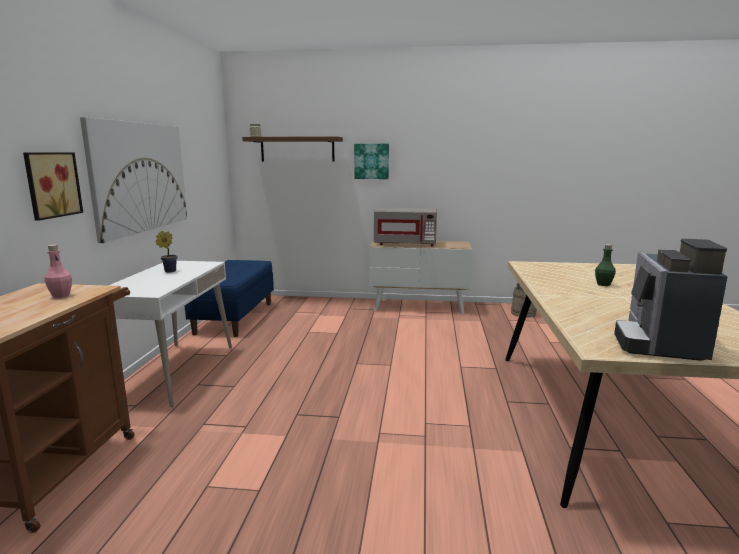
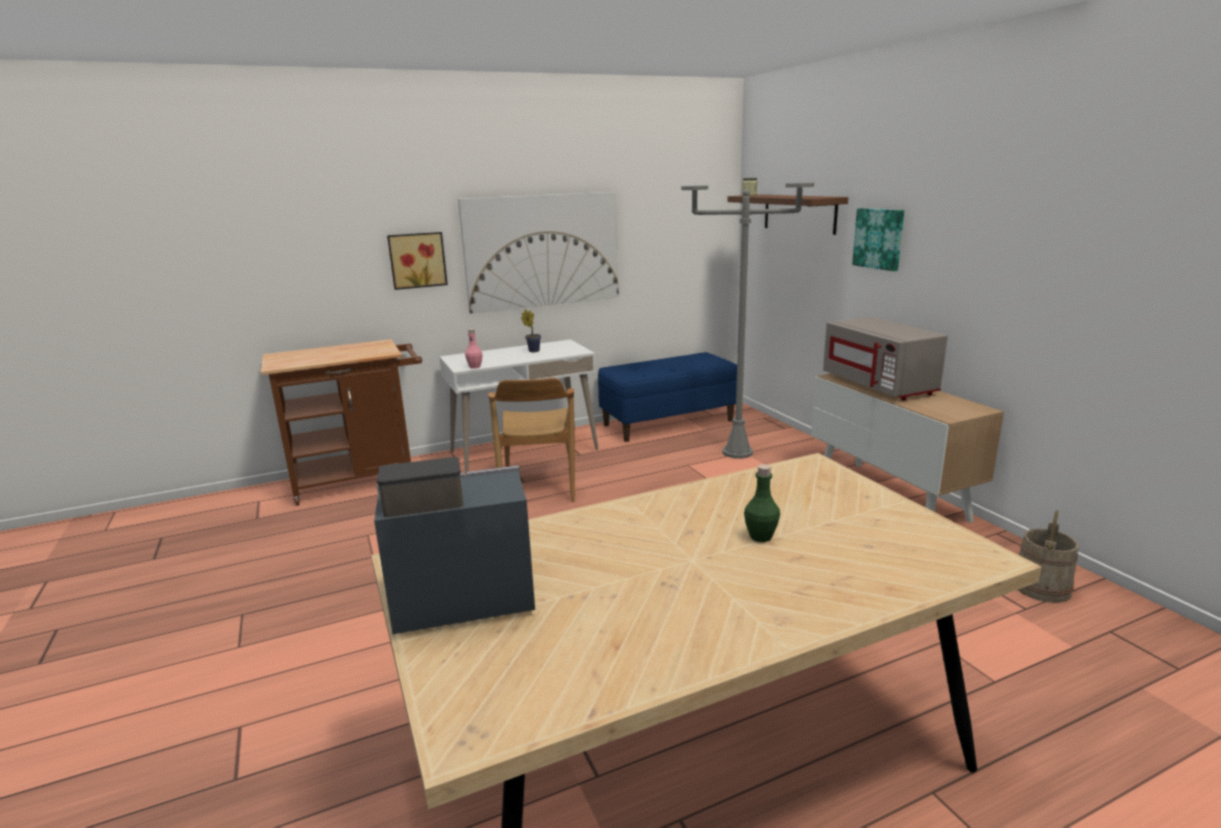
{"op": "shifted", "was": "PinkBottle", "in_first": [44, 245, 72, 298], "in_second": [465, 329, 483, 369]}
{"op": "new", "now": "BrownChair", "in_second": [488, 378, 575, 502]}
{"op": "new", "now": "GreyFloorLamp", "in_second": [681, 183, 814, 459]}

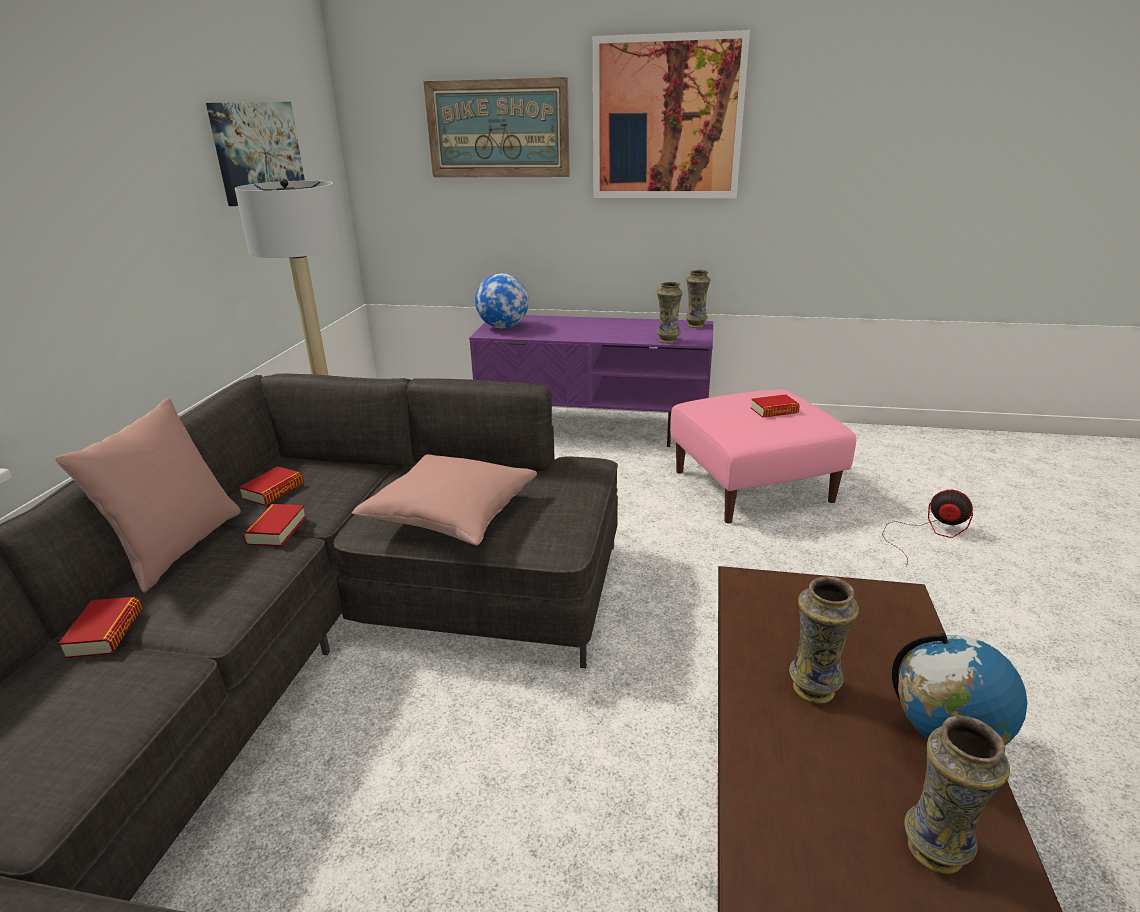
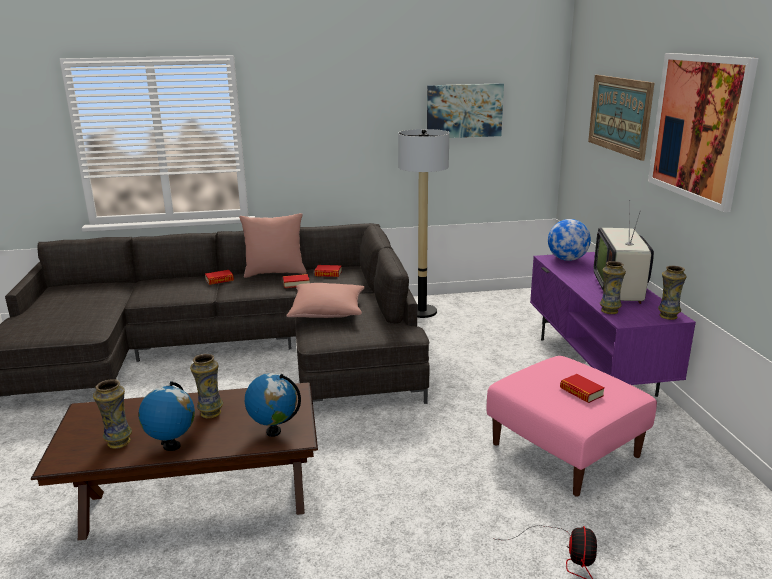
{"op": "new", "now": "Globe", "in_second": [245, 373, 301, 437]}
{"op": "new", "now": "Television", "in_second": [594, 200, 654, 304]}

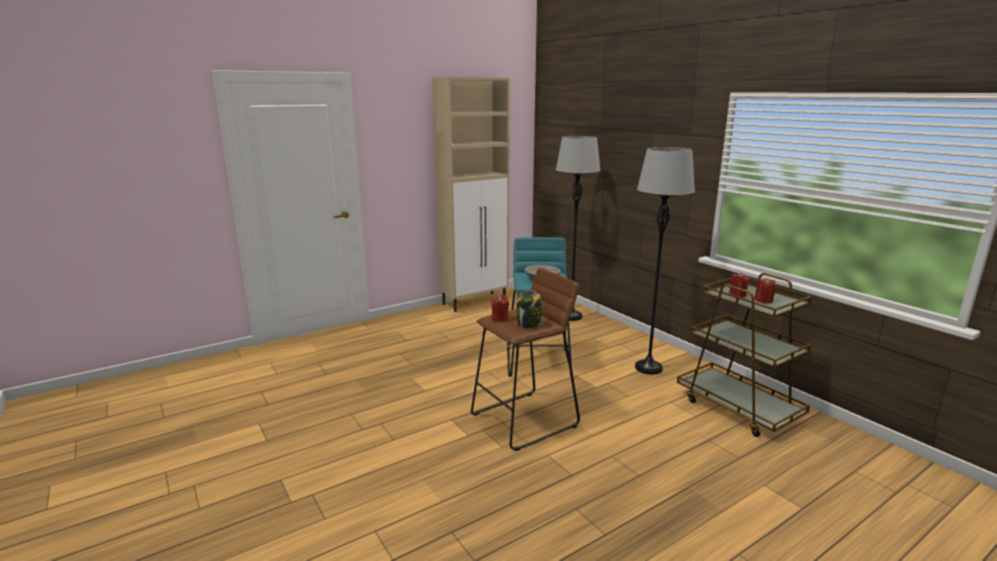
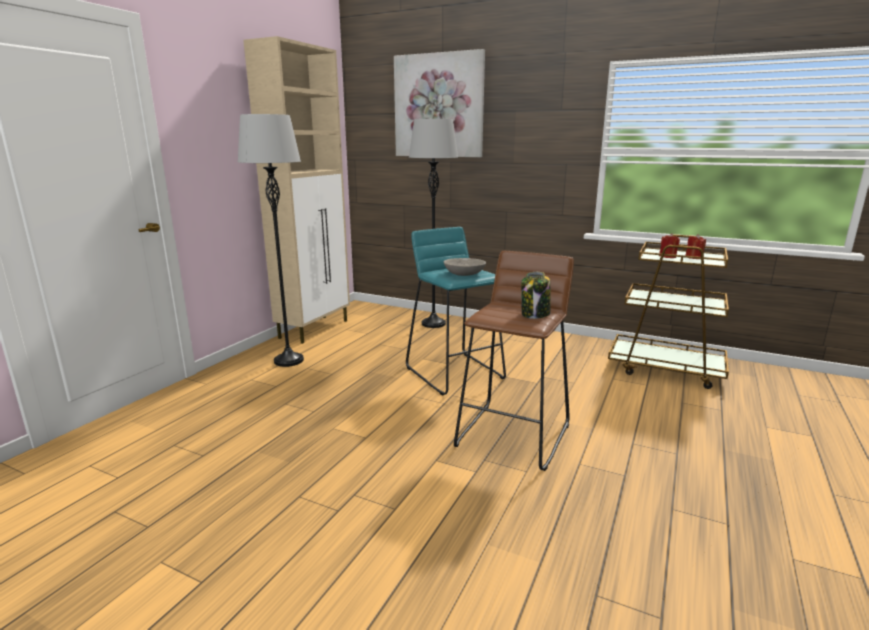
{"op": "gone", "was": "RedCandle", "in_first": [491, 295, 509, 322]}
{"op": "shifted", "was": "GreyFloorLamp", "in_first": [635, 147, 695, 375], "in_second": [238, 114, 304, 367]}
{"op": "new", "now": "Picture", "in_second": [394, 49, 485, 157]}

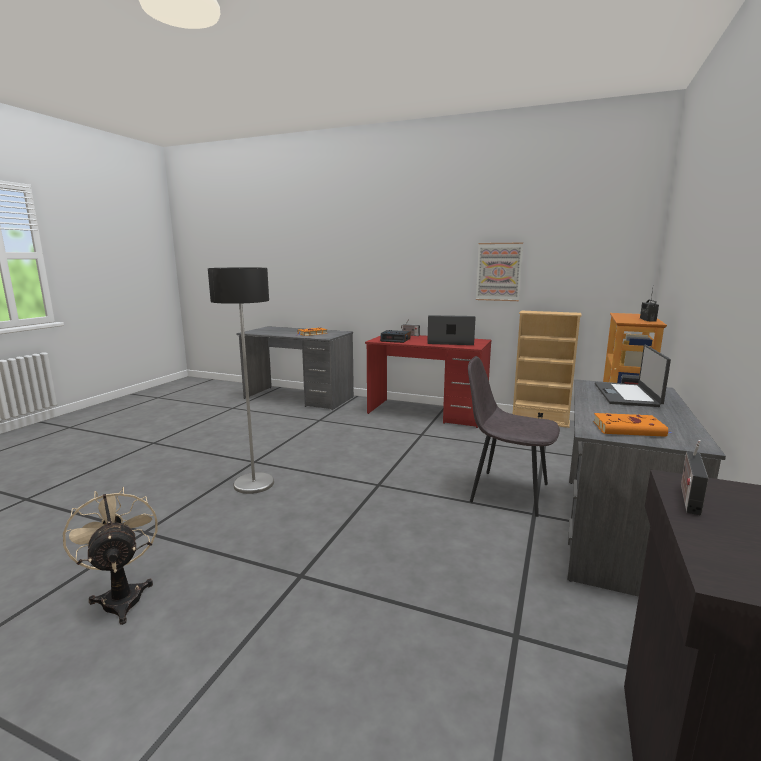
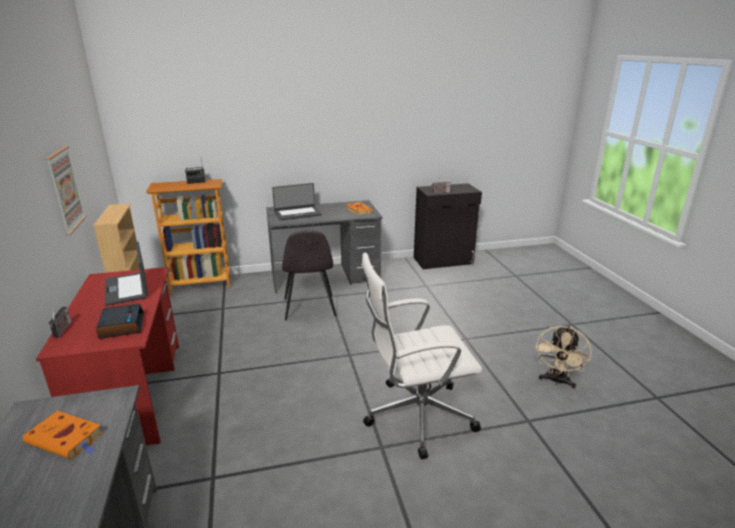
{"op": "swapped", "was": "FloorLamp", "now": "WhiteOfficeChair", "in_first": [208, 267, 274, 494], "in_second": [362, 253, 482, 459]}

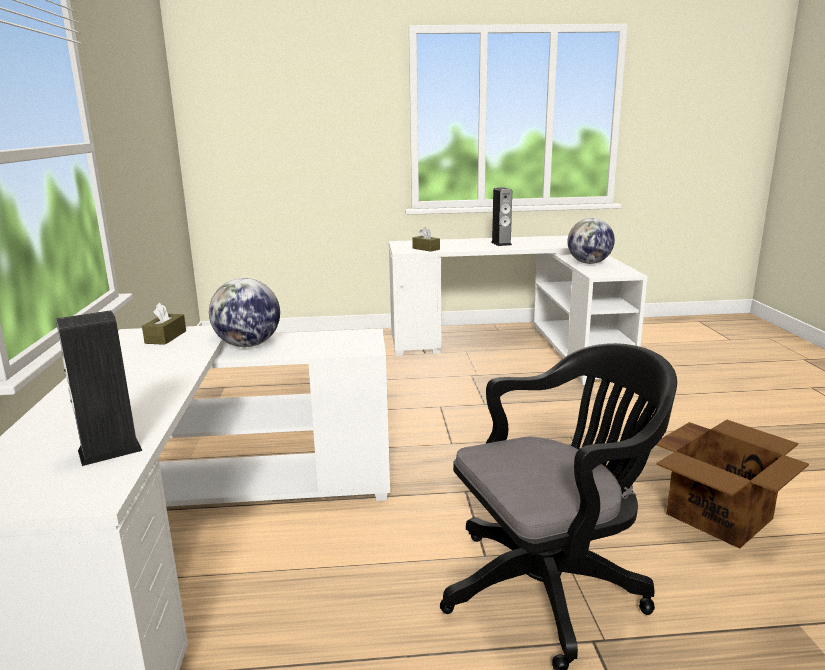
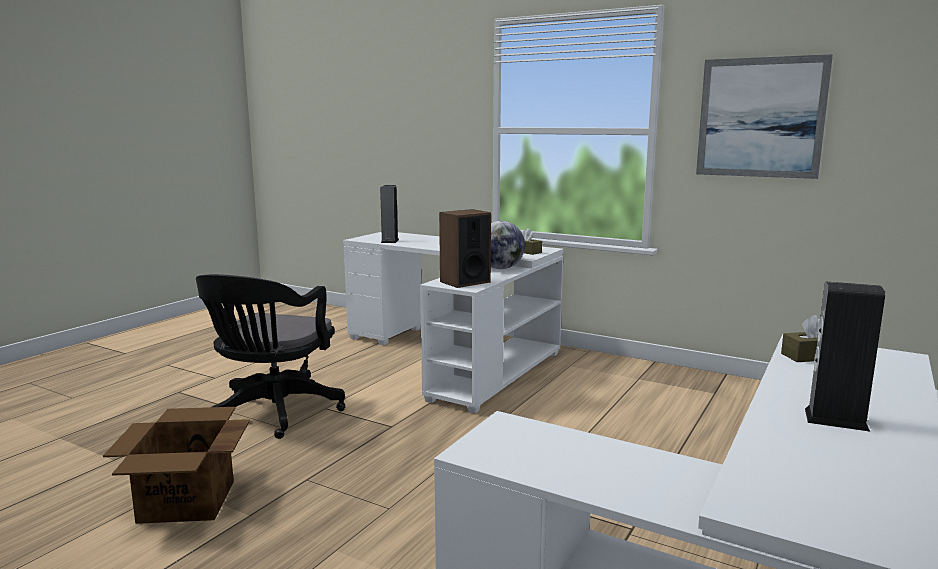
{"op": "gone", "was": "Globe", "in_first": [568, 218, 615, 264]}
{"op": "new", "now": "Speaker", "in_second": [439, 209, 491, 288]}
{"op": "new", "now": "Picture", "in_second": [696, 54, 833, 179]}

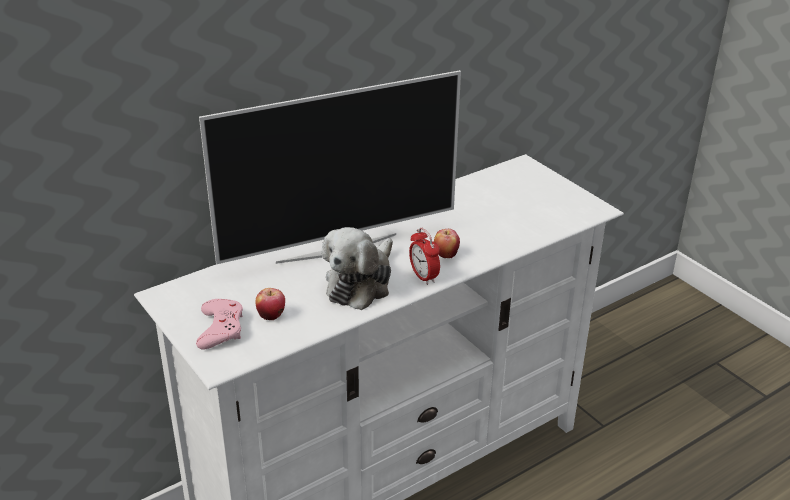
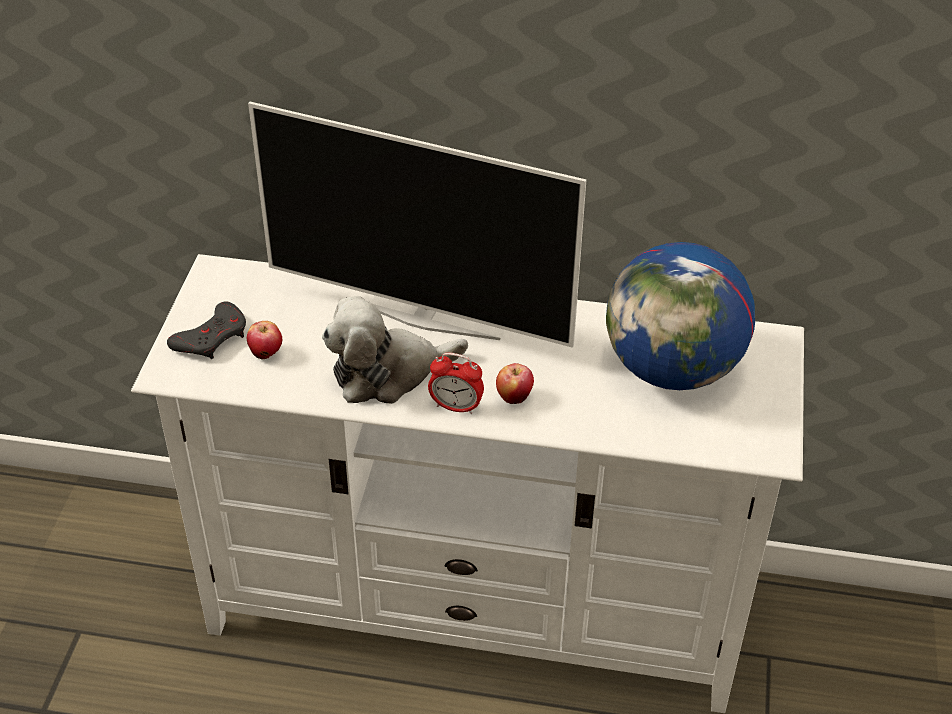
{"op": "repainted", "was": "PinkGameController", "now": "GreyGameController", "in_first": [196, 299, 243, 350], "in_second": [167, 301, 246, 359]}
{"op": "rotated", "was": "AlarmClock", "in_first": [409, 228, 440, 285], "in_second": [428, 353, 484, 414], "clockwise": -90}
{"op": "new", "now": "Globe", "in_second": [606, 242, 755, 390]}

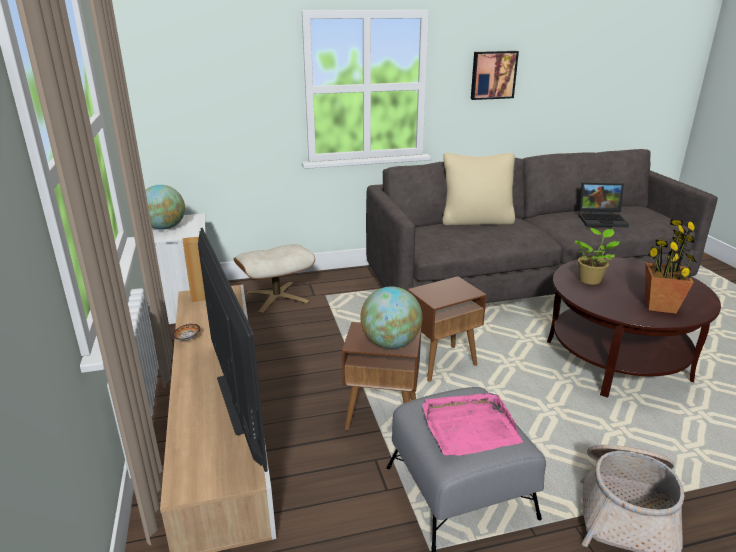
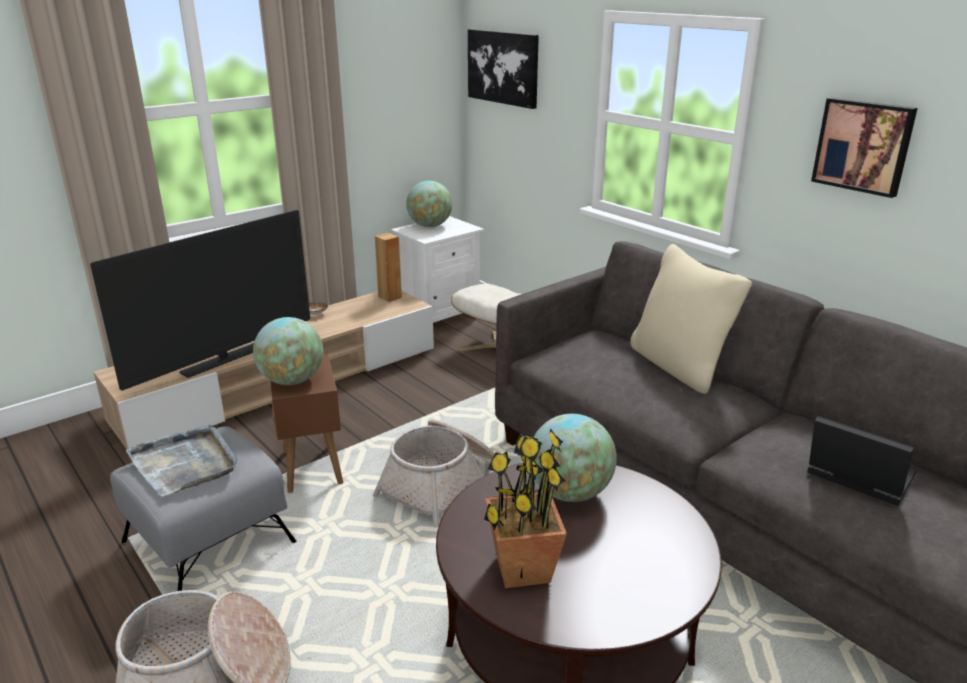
{"op": "swapped", "was": "BrownSideTable", "now": "Basket", "in_first": [407, 276, 487, 382], "in_second": [373, 419, 494, 528]}
{"op": "repainted", "was": "PinkTray", "now": "GreyTray", "in_first": [422, 393, 523, 456], "in_second": [126, 424, 238, 497]}
{"op": "swapped", "was": "PottedPlant", "now": "Globe", "in_first": [575, 228, 619, 285], "in_second": [533, 414, 617, 502]}
{"op": "rotated", "was": "Laptop", "in_first": [578, 183, 629, 227], "in_second": [807, 416, 916, 506], "clockwise": 150}
{"op": "new", "now": "Picture", "in_second": [468, 29, 539, 109]}

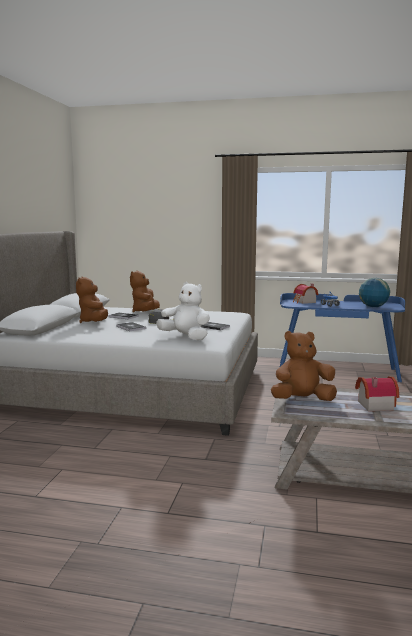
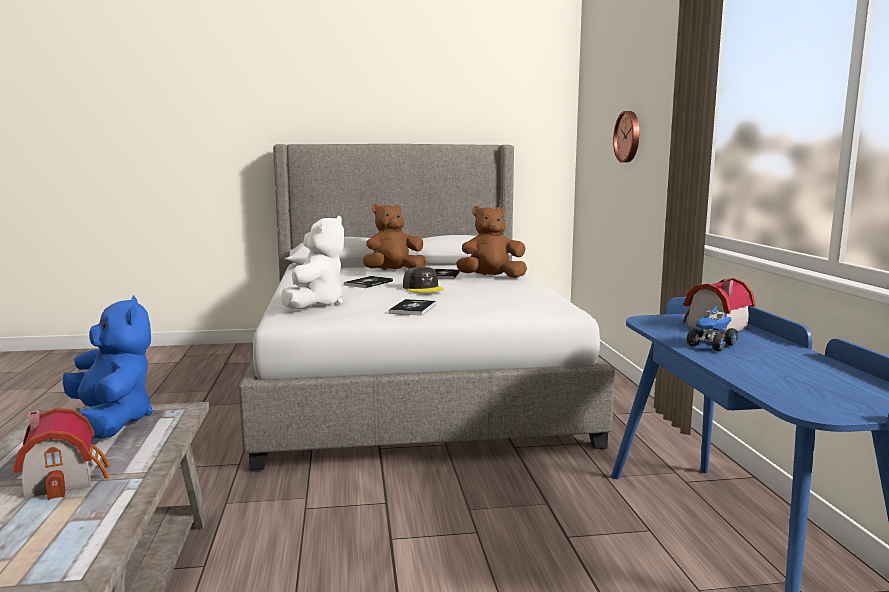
{"op": "repainted", "was": "BrownPlushToy", "now": "BluePlushToy", "in_first": [271, 331, 337, 401], "in_second": [63, 295, 153, 439]}
{"op": "gone", "was": "Globe", "in_first": [359, 278, 390, 307]}
{"op": "new", "now": "WallClock", "in_second": [613, 111, 639, 163]}

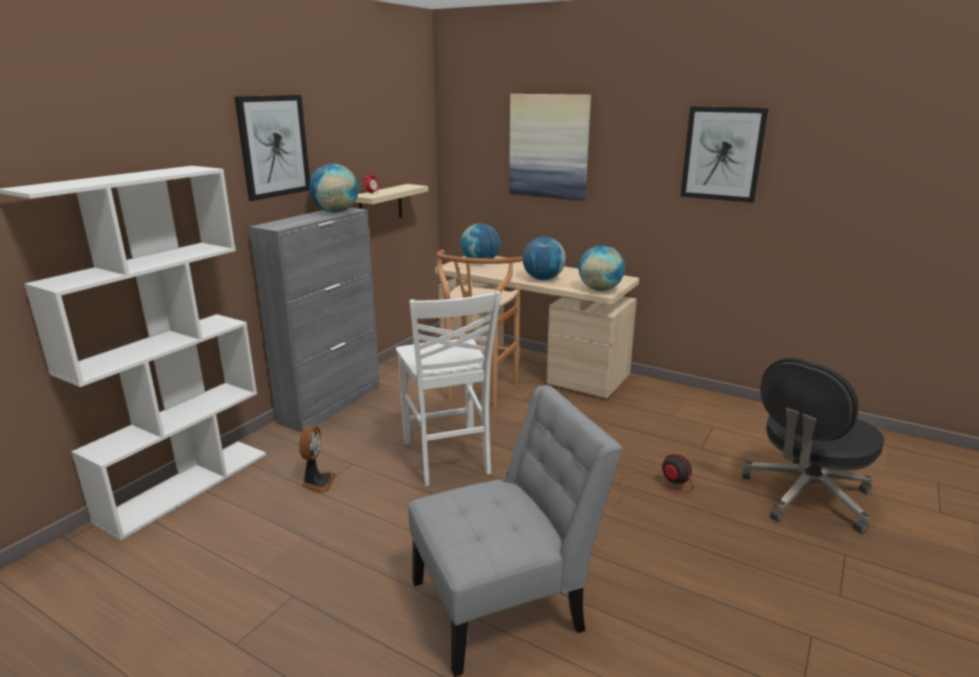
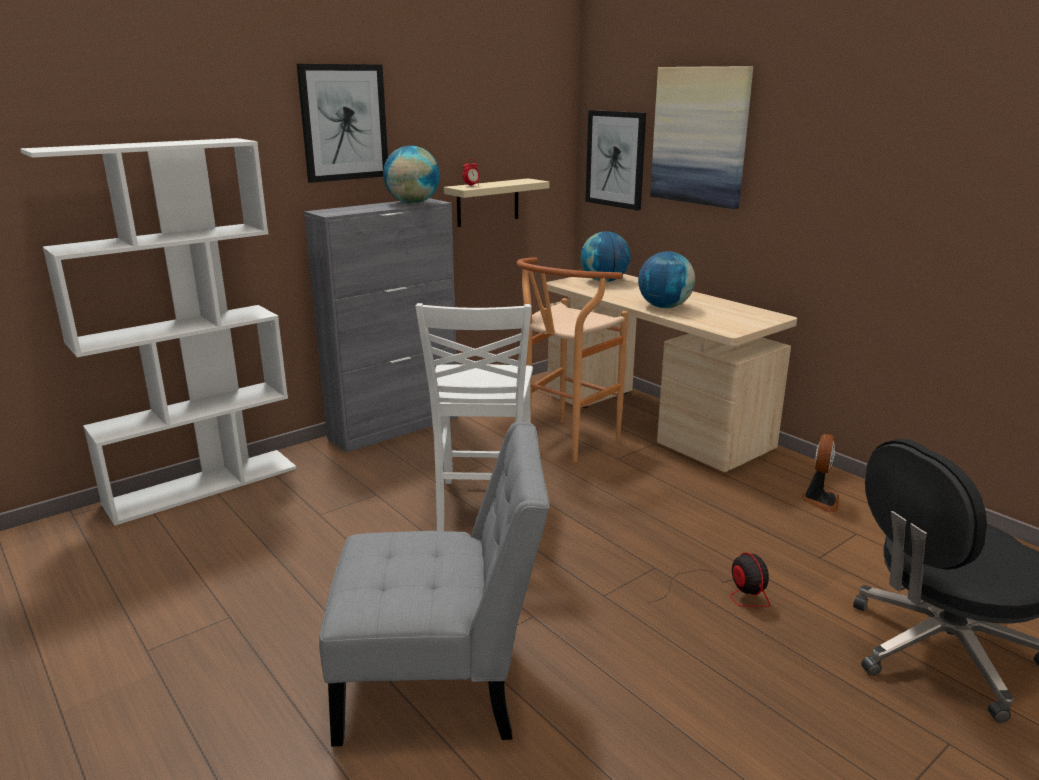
{"op": "shifted", "was": "Fan", "in_first": [299, 425, 336, 494], "in_second": [802, 434, 839, 513]}
{"op": "gone", "was": "Globe", "in_first": [579, 245, 625, 291]}
{"op": "shifted", "was": "Picture", "in_first": [680, 106, 769, 203], "in_second": [586, 110, 646, 210]}

